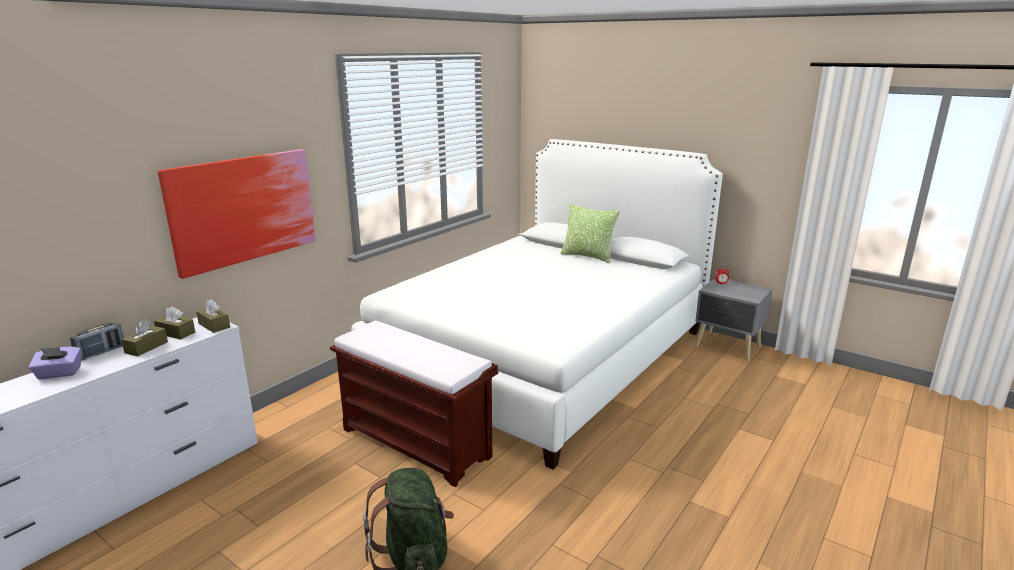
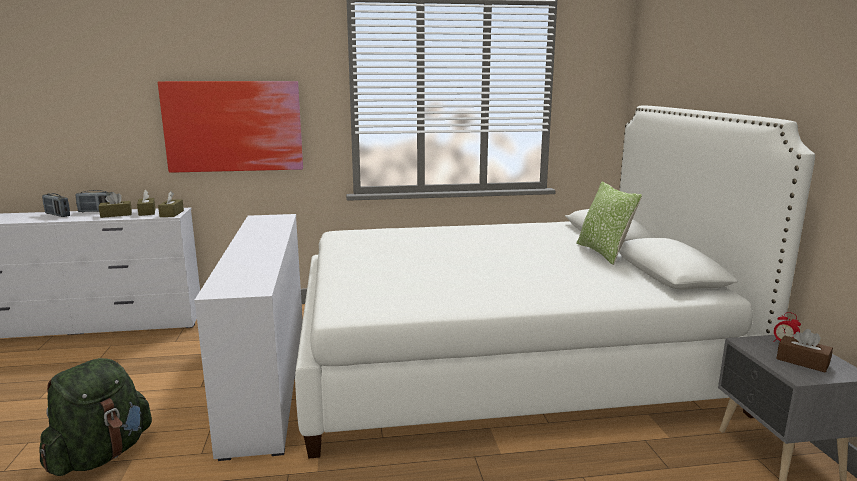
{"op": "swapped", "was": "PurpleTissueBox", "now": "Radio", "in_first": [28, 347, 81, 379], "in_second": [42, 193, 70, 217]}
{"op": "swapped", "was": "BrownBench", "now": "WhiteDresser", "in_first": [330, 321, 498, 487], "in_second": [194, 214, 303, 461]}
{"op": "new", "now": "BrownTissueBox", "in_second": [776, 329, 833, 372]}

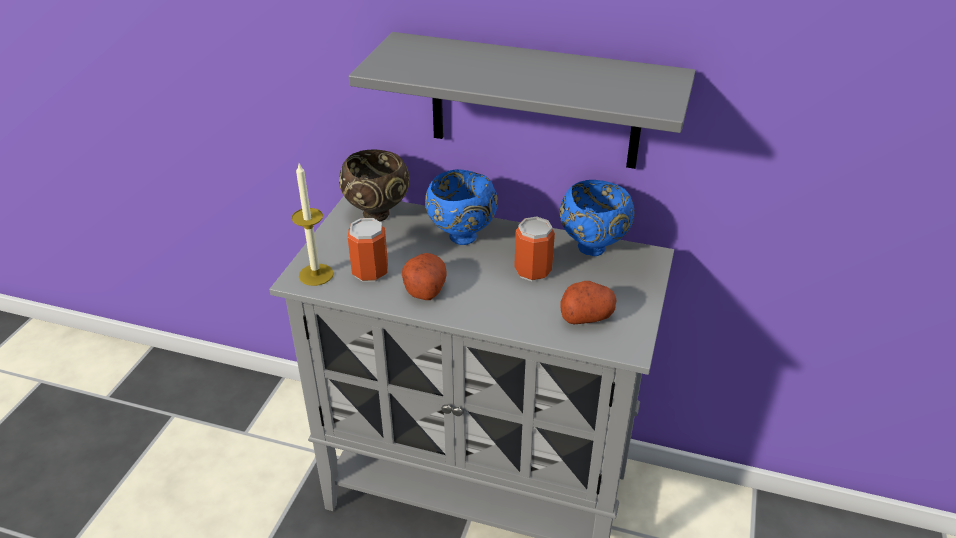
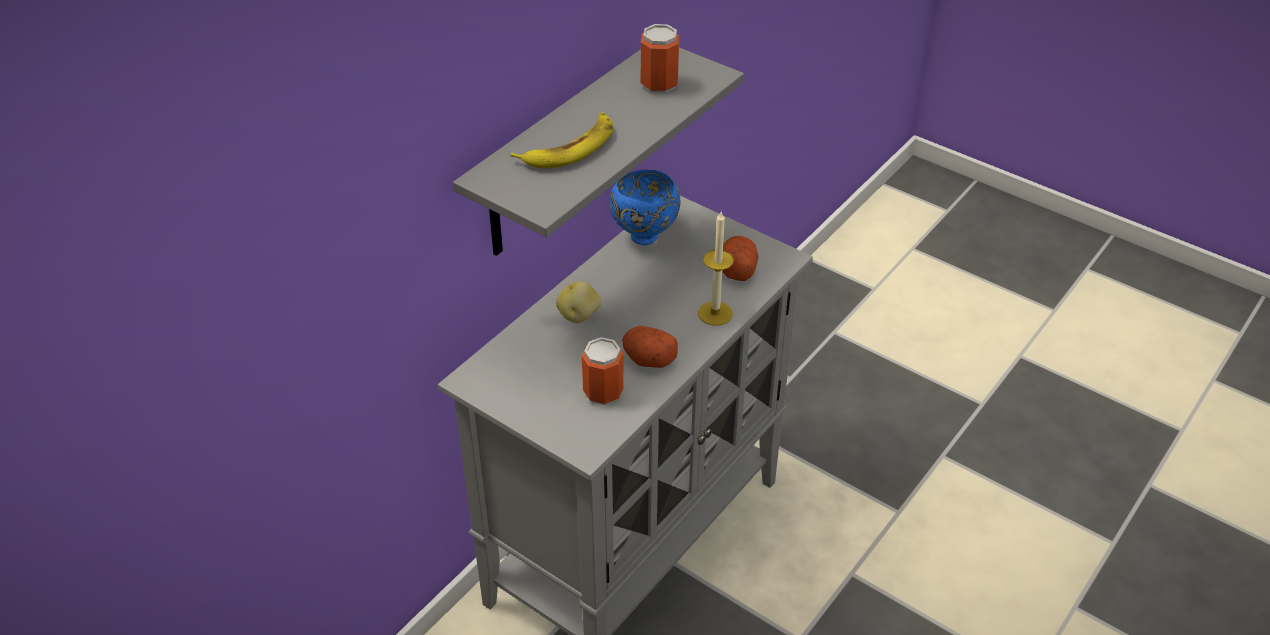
{"op": "shifted", "was": "Candle", "in_first": [292, 164, 334, 286], "in_second": [698, 212, 734, 326]}
{"op": "gone", "was": "BrownBowl", "in_first": [339, 150, 410, 221]}
{"op": "swapped", "was": "BlueBowl", "now": "Potato", "in_first": [425, 169, 498, 245], "in_second": [556, 281, 601, 323]}
{"op": "shifted", "was": "Can", "in_first": [514, 216, 555, 282], "in_second": [641, 24, 679, 93]}
{"op": "new", "now": "Banana", "in_second": [511, 112, 614, 168]}

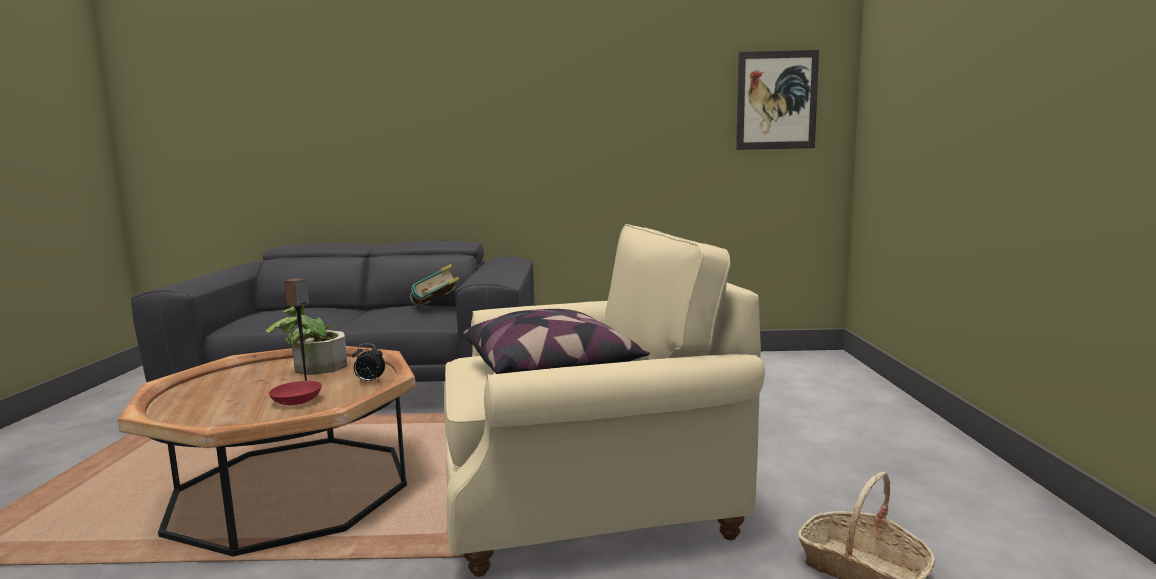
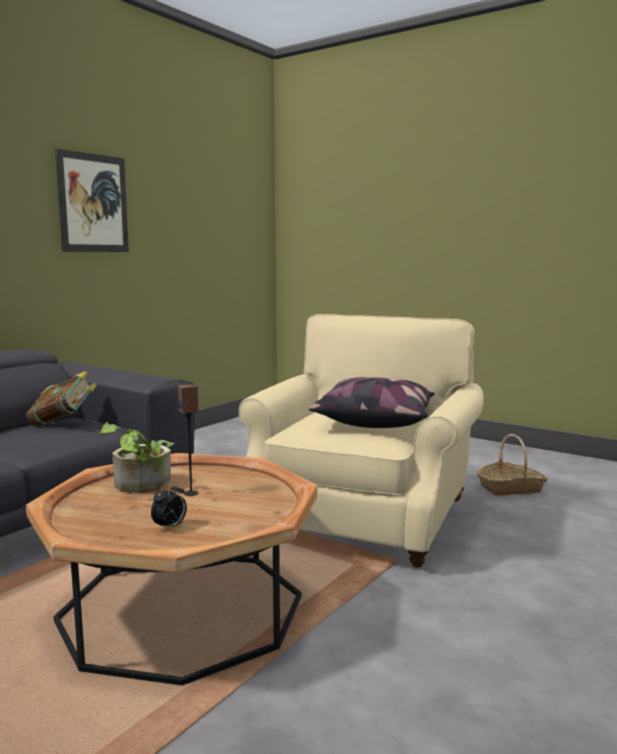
{"op": "gone", "was": "RedBowl", "in_first": [268, 381, 322, 405]}
{"op": "shifted", "was": "AlarmClock", "in_first": [352, 343, 385, 382], "in_second": [151, 481, 187, 532]}
{"op": "shifted", "was": "Picture", "in_first": [736, 50, 819, 150], "in_second": [55, 148, 129, 252]}

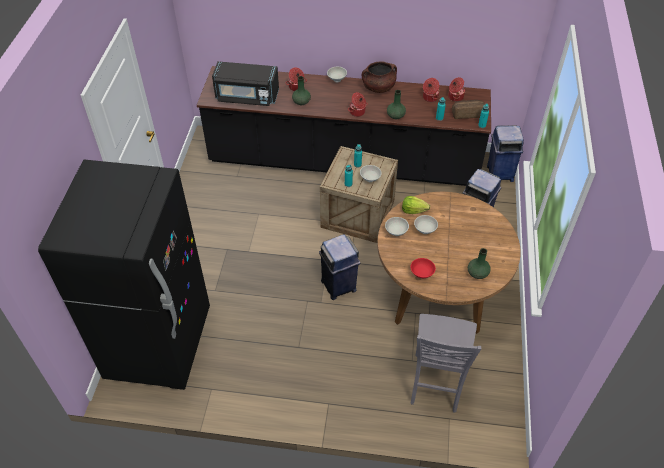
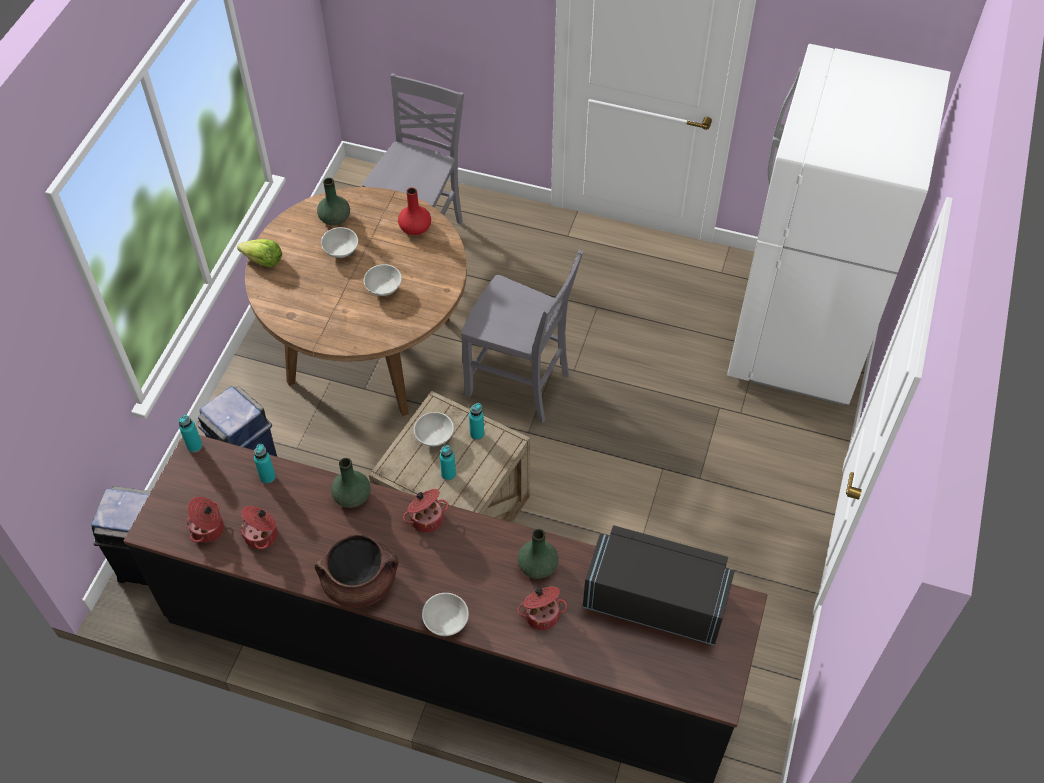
{"op": "repainted", "was": "BlackFridge", "now": "WhiteFridge", "in_first": [38, 160, 210, 390], "in_second": [727, 44, 950, 405]}
{"op": "swapped", "was": "BlueTrashCan", "now": "GreyChair", "in_first": [319, 234, 360, 300], "in_second": [461, 250, 583, 423]}
{"op": "shifted", "was": "WhiteBowl", "in_first": [385, 217, 409, 236], "in_second": [321, 227, 358, 258]}
{"op": "shifted", "was": "Lettuce", "in_first": [402, 196, 430, 214], "in_second": [237, 239, 282, 267]}
{"op": "swapped", "was": "RedBowl", "now": "RedVase", "in_first": [411, 258, 436, 278], "in_second": [398, 187, 431, 235]}
{"op": "gone", "was": "Bread", "in_first": [452, 100, 485, 119]}

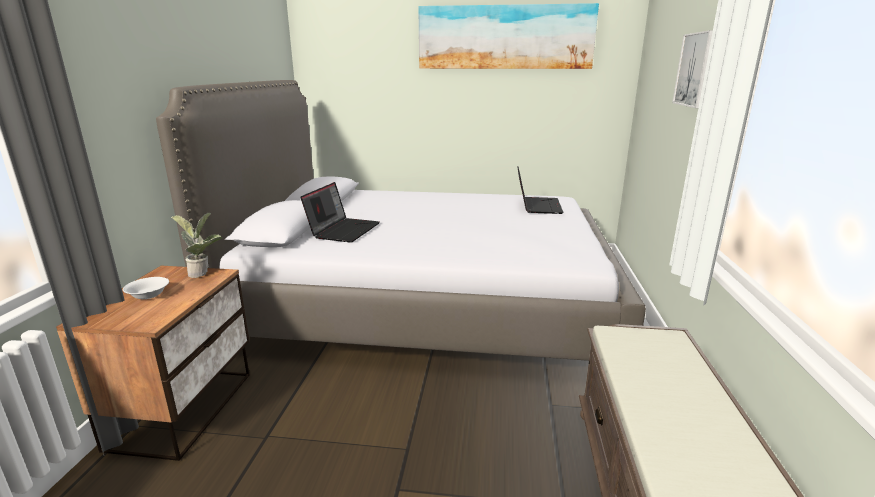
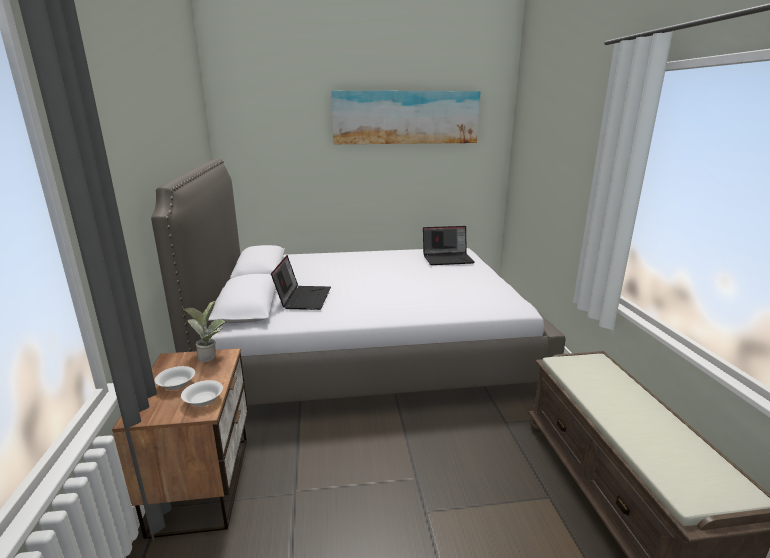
{"op": "rotated", "was": "Laptop", "in_first": [517, 166, 563, 214], "in_second": [423, 226, 474, 265], "clockwise": 90}
{"op": "gone", "was": "Picture", "in_first": [672, 30, 713, 108]}
{"op": "new", "now": "WhiteBowl", "in_second": [181, 380, 223, 407]}

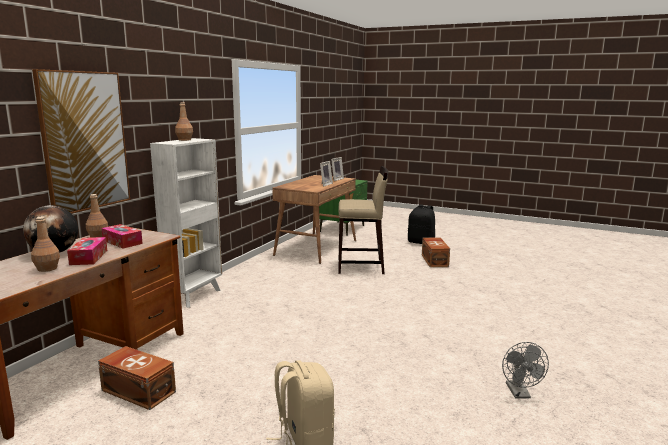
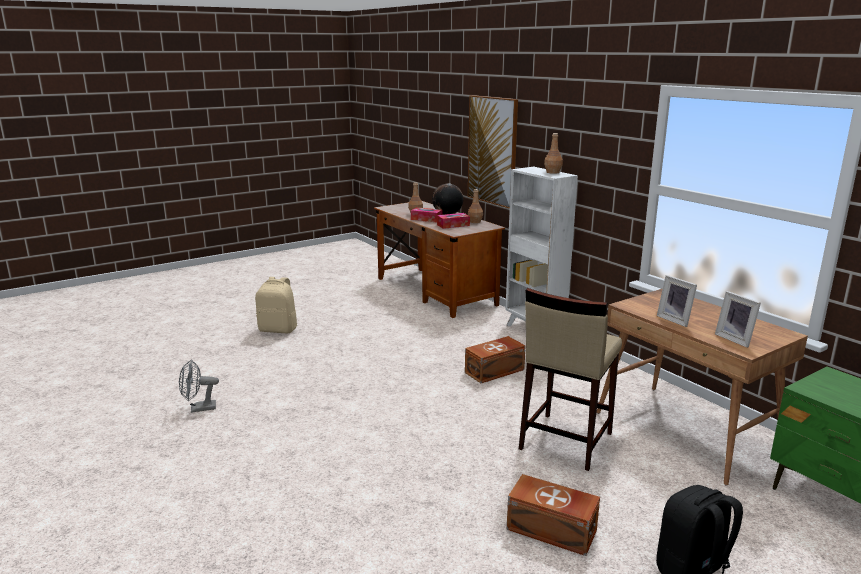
{"op": "shifted", "was": "BrownStorageBox", "in_first": [98, 346, 176, 410], "in_second": [465, 336, 526, 383]}
{"op": "rotated", "was": "GreyFan", "in_first": [502, 342, 549, 398], "in_second": [179, 359, 219, 413], "clockwise": -45}

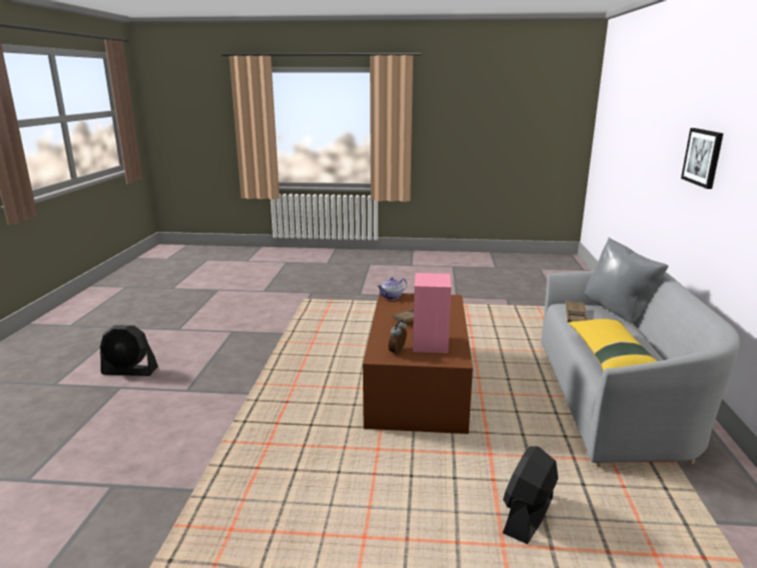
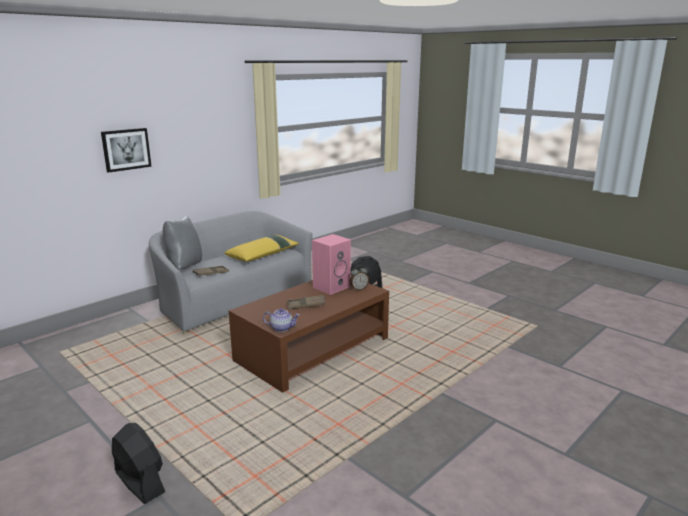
{"op": "shifted", "was": "BlackFan", "in_first": [100, 325, 158, 376], "in_second": [112, 423, 165, 504]}

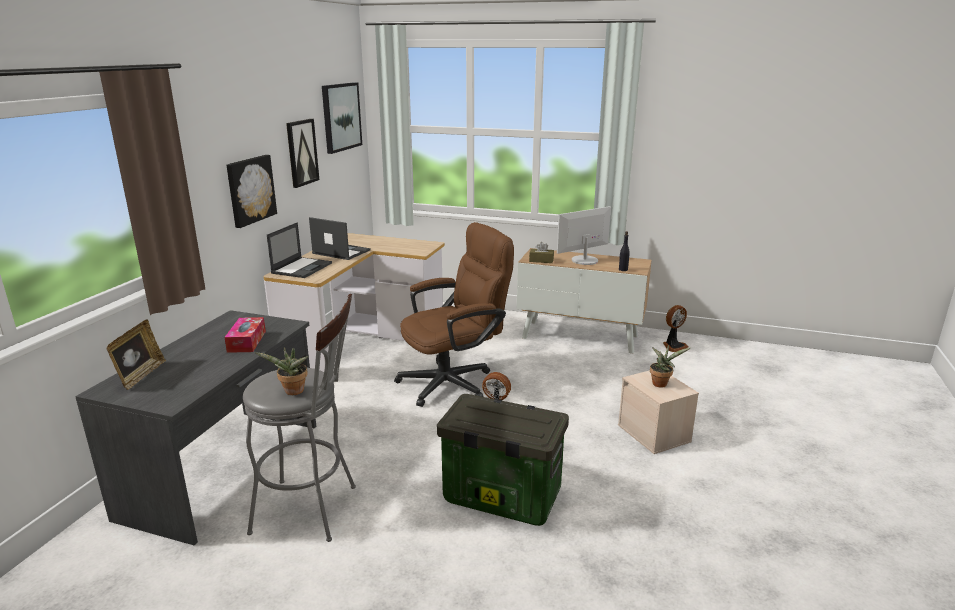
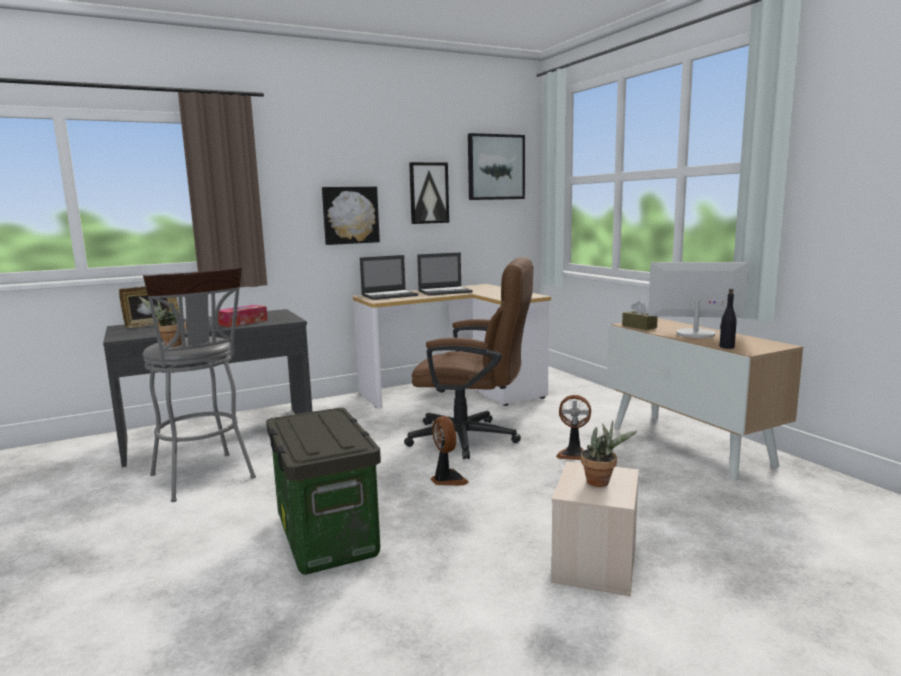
{"op": "rotated", "was": "Laptop", "in_first": [309, 217, 371, 260], "in_second": [417, 252, 473, 296], "clockwise": 90}
{"op": "shifted", "was": "Fan", "in_first": [663, 305, 688, 352], "in_second": [556, 395, 591, 460]}

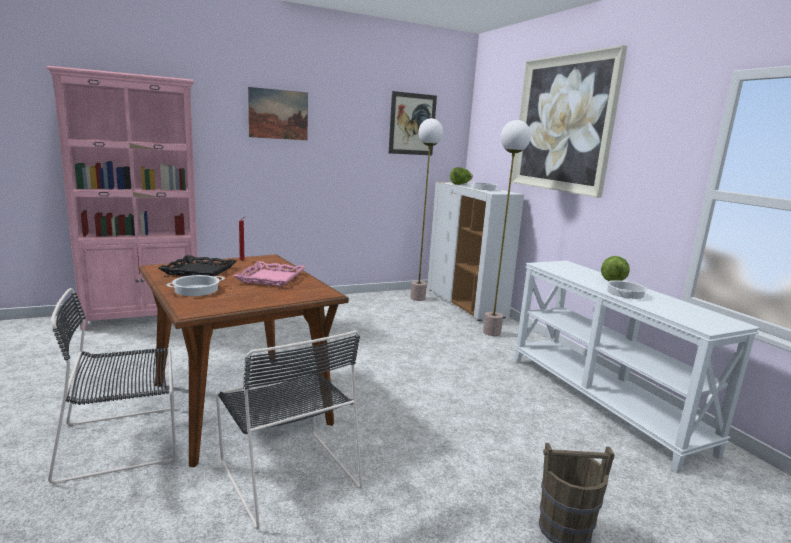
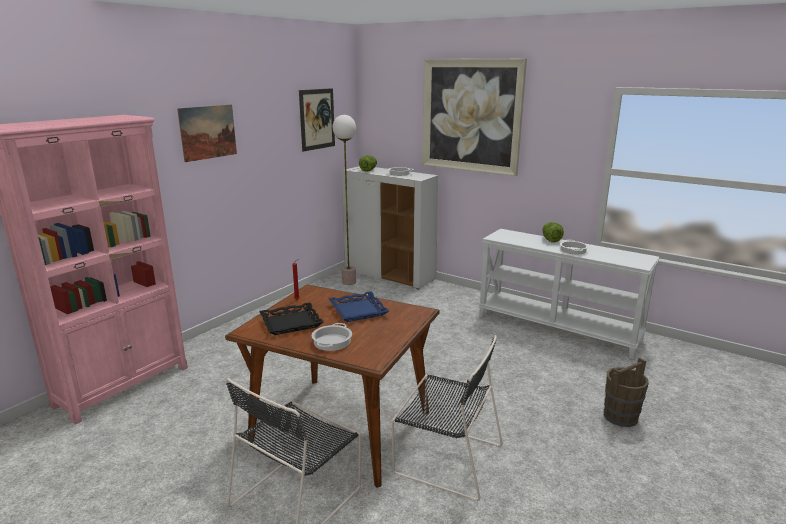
{"op": "repainted", "was": "PinkTray", "now": "BlueTray", "in_first": [234, 261, 305, 286], "in_second": [328, 291, 389, 322]}
{"op": "gone", "was": "FloorLamp", "in_first": [483, 120, 531, 336]}

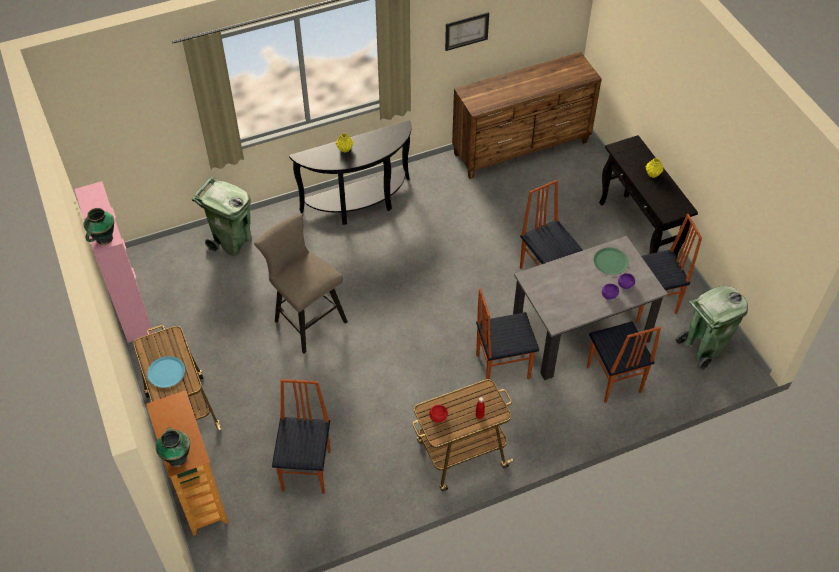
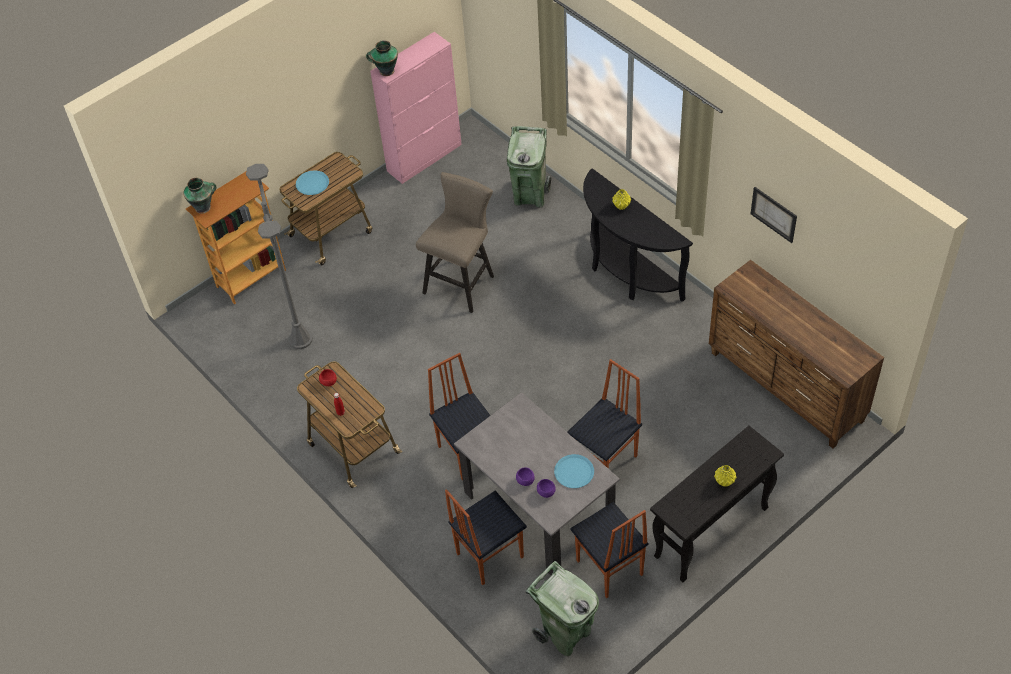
{"op": "swapped", "was": "Chair", "now": "GreyFloorLamp", "in_first": [272, 379, 330, 494], "in_second": [246, 164, 313, 349]}
{"op": "repainted", "was": "GreenPlate", "now": "BluePlate", "in_first": [594, 247, 629, 275], "in_second": [554, 454, 594, 488]}

